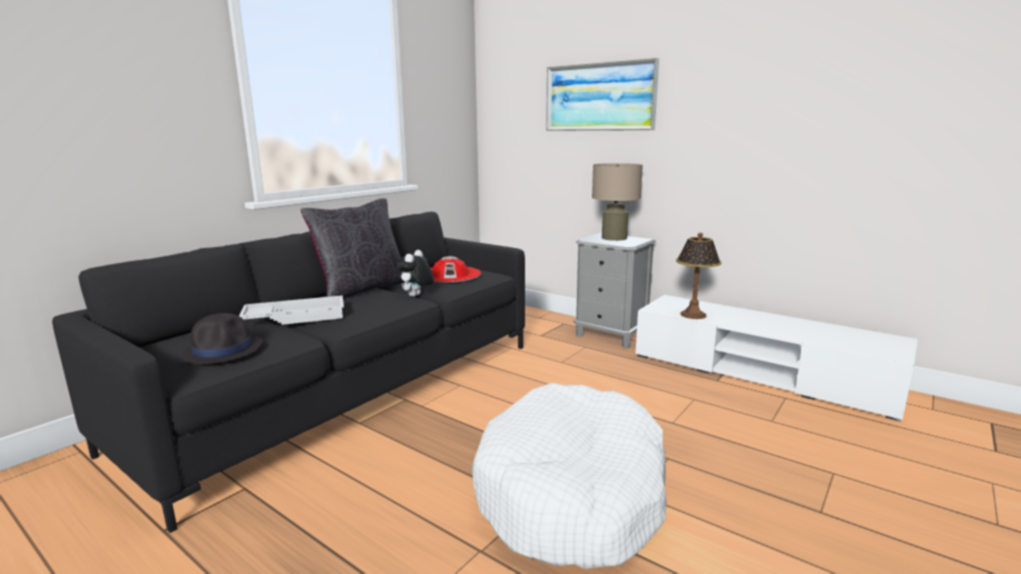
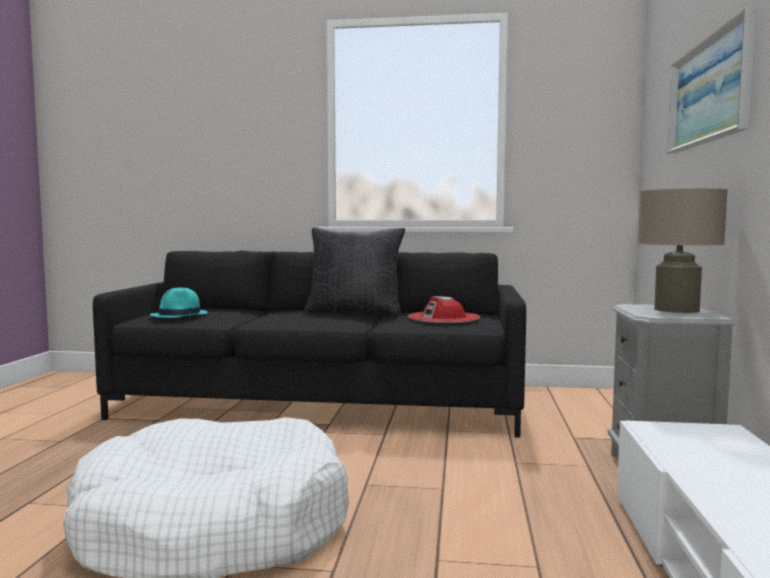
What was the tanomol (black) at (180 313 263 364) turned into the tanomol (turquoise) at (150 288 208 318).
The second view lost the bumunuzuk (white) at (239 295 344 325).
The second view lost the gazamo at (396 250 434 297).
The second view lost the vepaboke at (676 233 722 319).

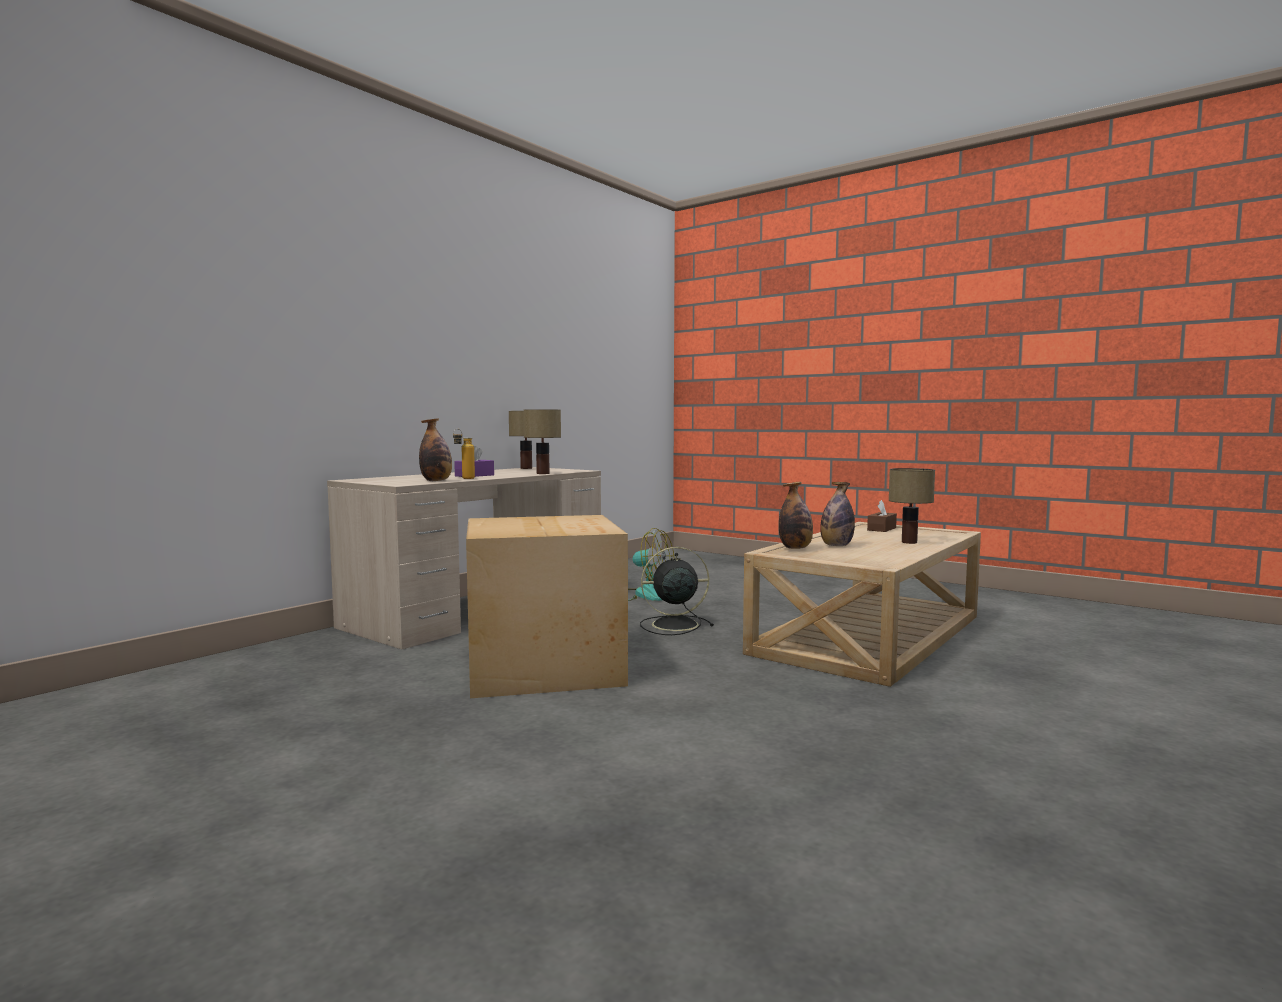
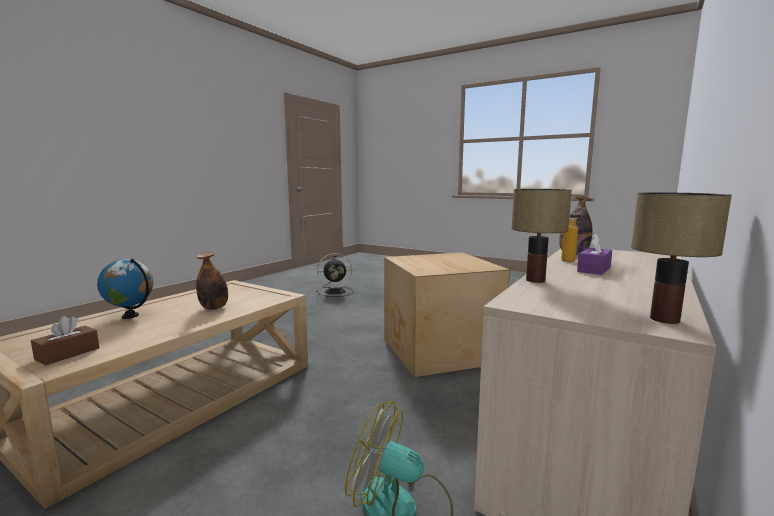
Where the vepaboke stood at (889 468 935 544), the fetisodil came to stand at (97 258 153 319).
The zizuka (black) ended up elsewhere, having gone from (640 547 714 635) to (316 253 353 297).
The second view lost the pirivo at (779 482 813 549).

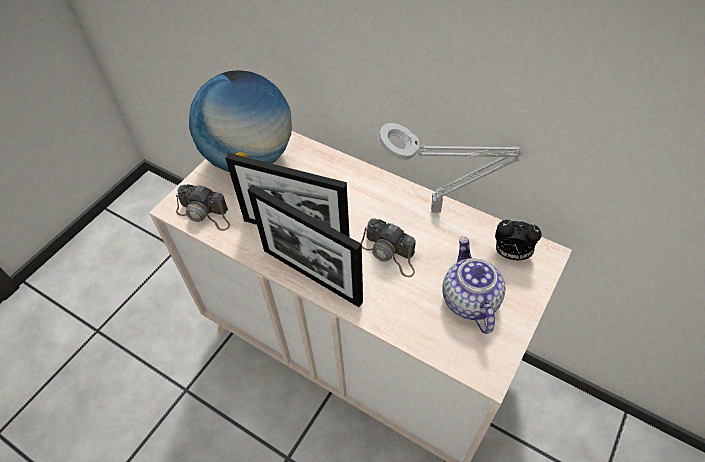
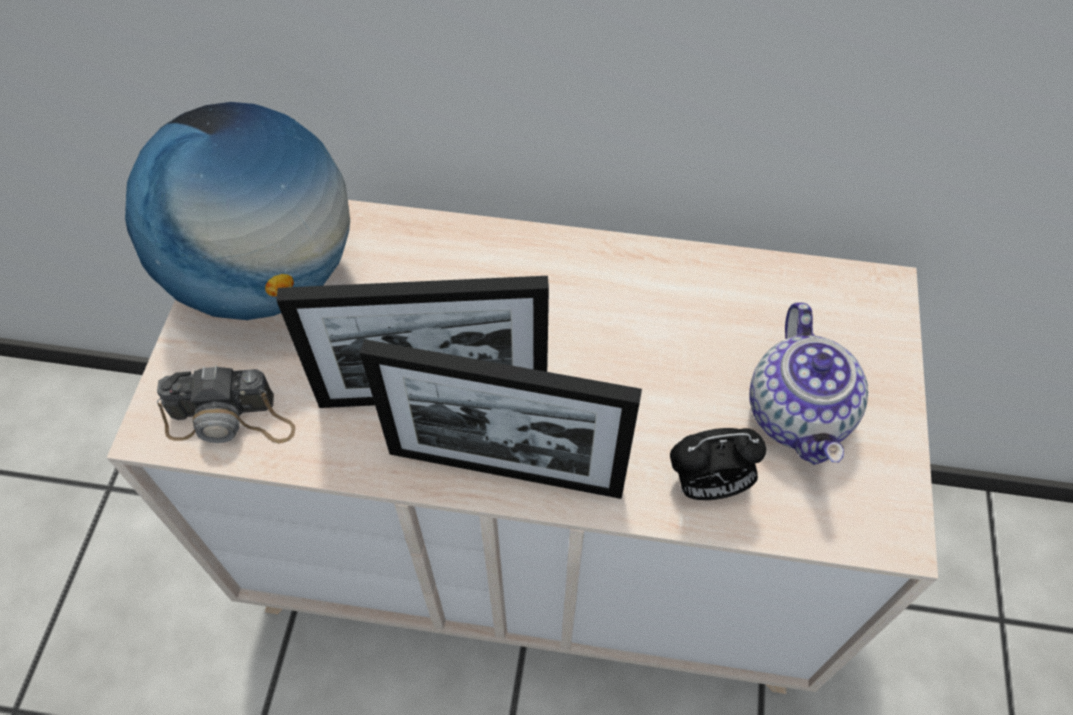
The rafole ended up elsewhere, having gone from (495 220 542 260) to (670 428 766 500).
The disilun at (442 236 505 334) ended up facing another way, 150 degrees counterclockwise from before.
The second view lost the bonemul at (360 218 416 277).
The second view lost the vepaboke (grey) at (378 123 523 213).

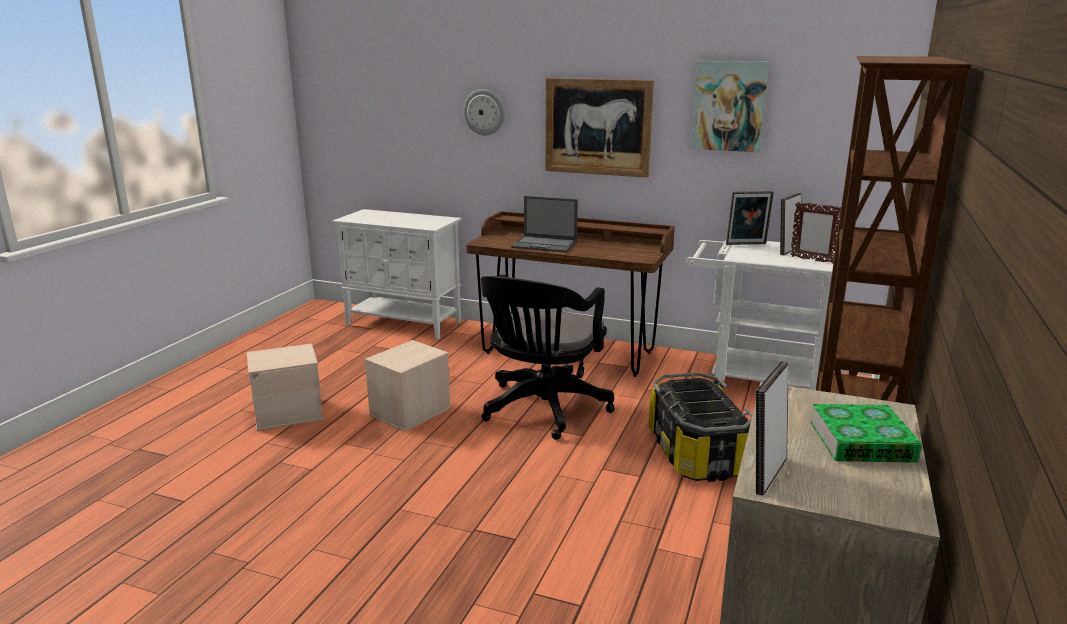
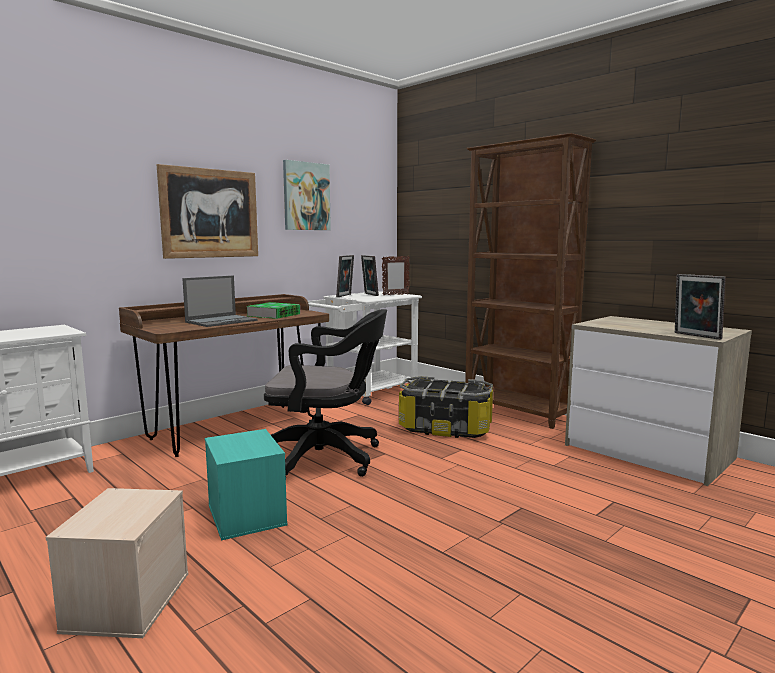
What was the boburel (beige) at (365 340 451 432) turned into the boburel (turquoise) at (205 429 288 541).
The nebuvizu ended up elsewhere, having gone from (810 404 922 463) to (246 302 300 319).
The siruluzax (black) at (481 274 615 440) ended up facing another way, 45 degrees counterclockwise from before.
The second view lost the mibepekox at (463 89 505 135).

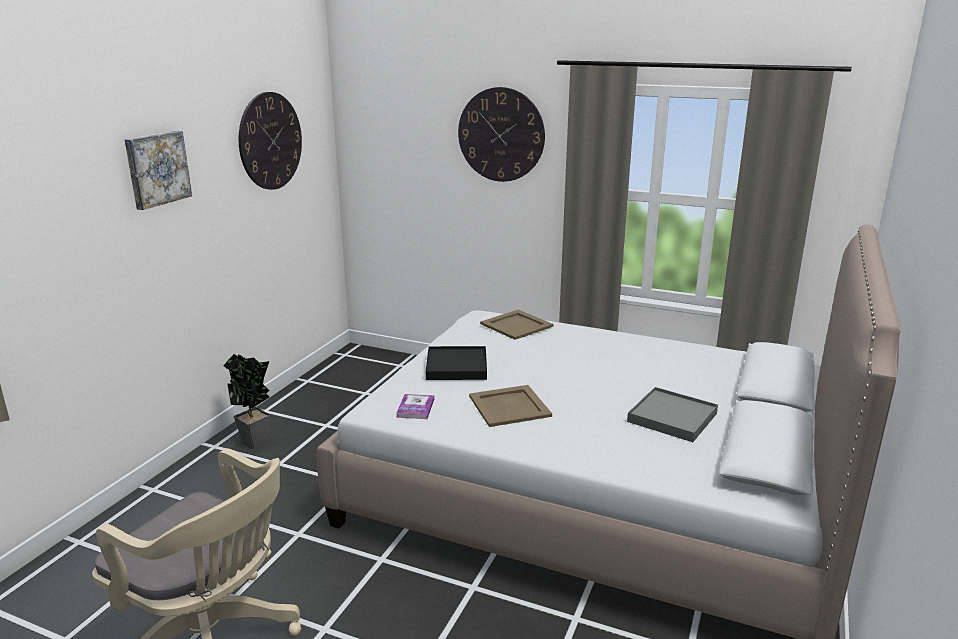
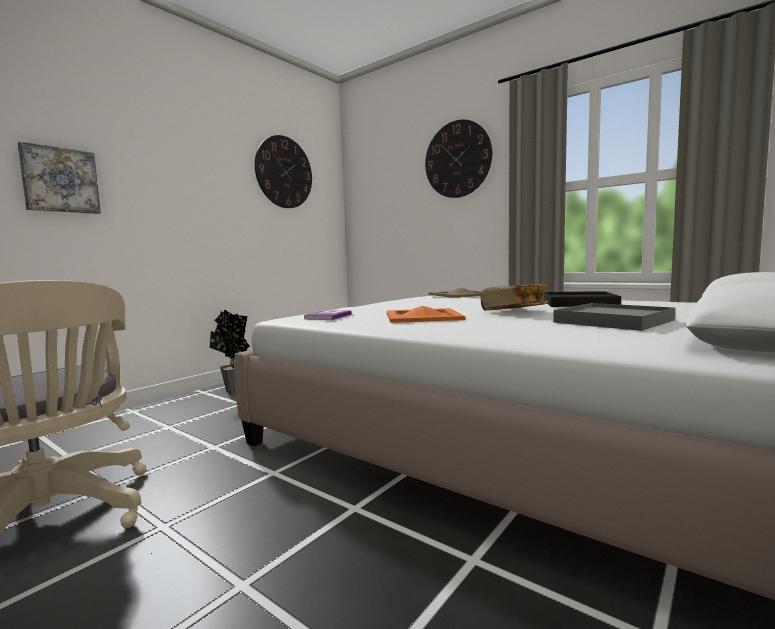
The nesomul ended up elsewhere, having gone from (125 131 192 210) to (18 142 101 214).
What was the bumunuzuk (beige) at (469 385 552 427) turned into the bumunuzuk (orange) at (386 306 465 323).
The second view gained the nebuvizu at (480 283 549 311).
The bumunuzuk (black) ended up elsewhere, having gone from (426 346 487 380) to (544 291 621 307).

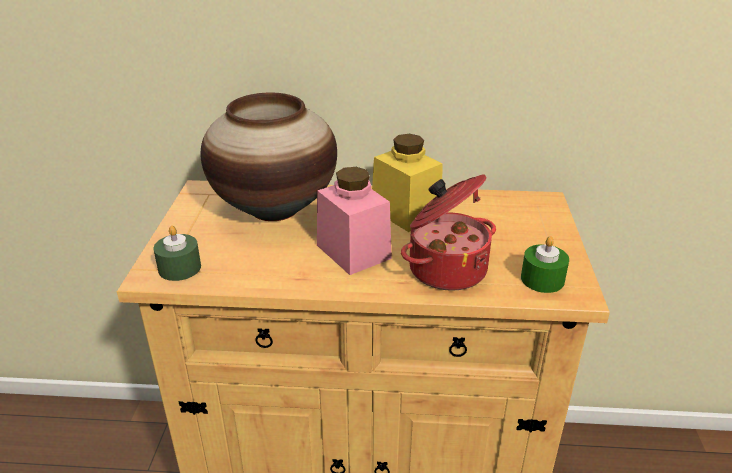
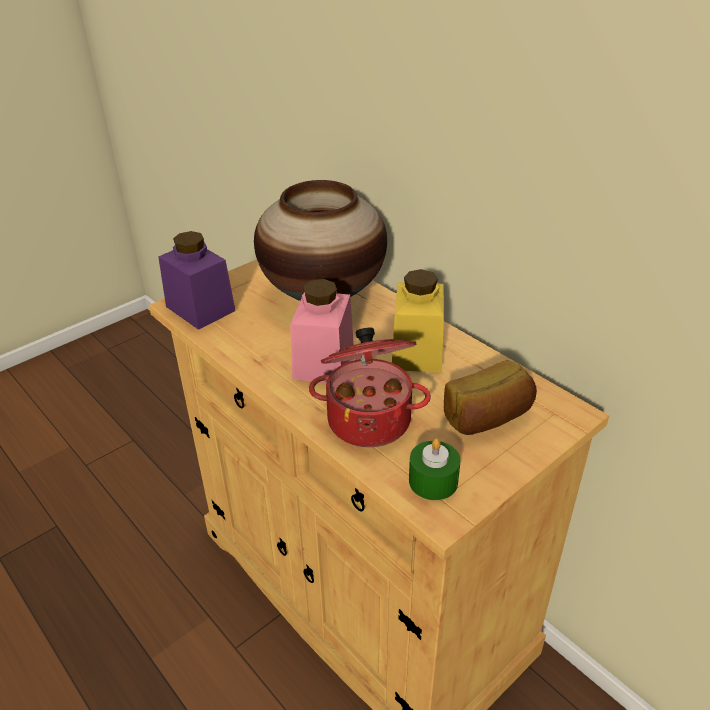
Where the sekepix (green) stood at (153 225 201 281), the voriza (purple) came to stand at (158 231 236 330).
The second view gained the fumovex at (444 360 537 435).

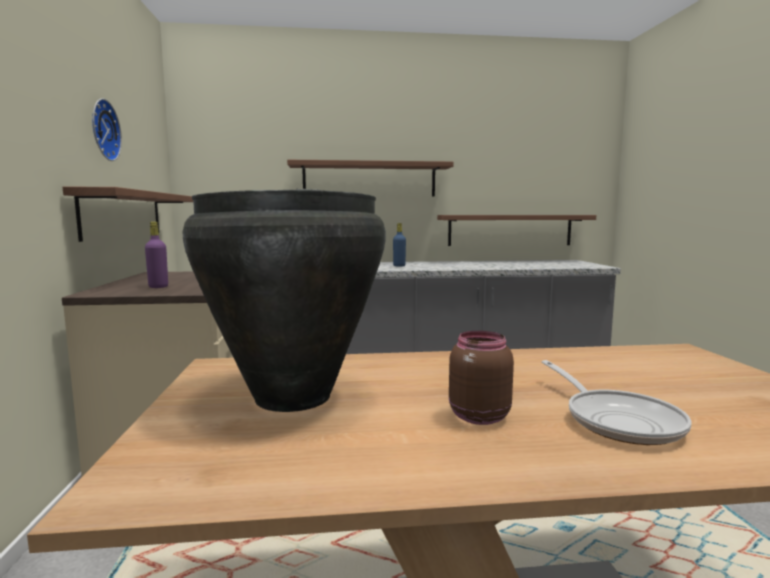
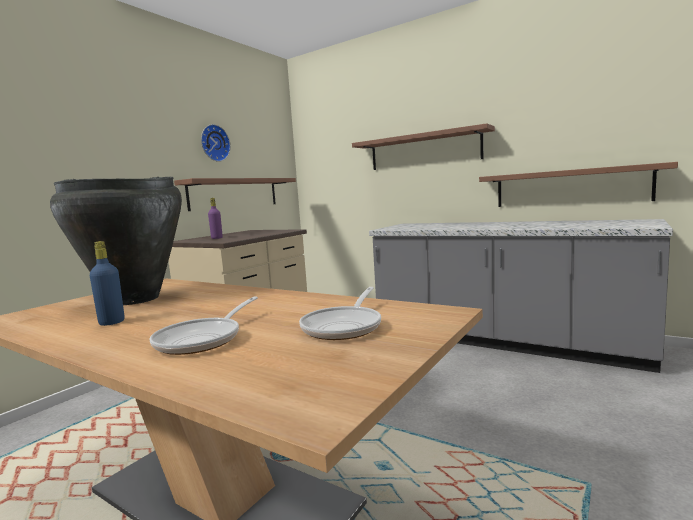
The pirivo (blue) ended up elsewhere, having gone from (393 223 406 267) to (90 241 124 326).
The second view gained the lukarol at (299 287 381 340).
The second view lost the voriza (brown) at (449 331 514 425).

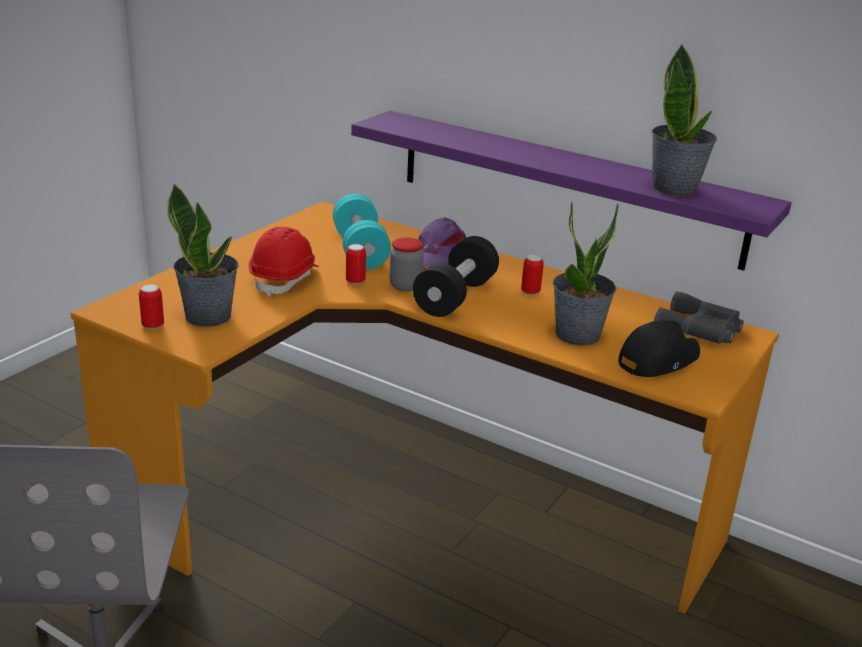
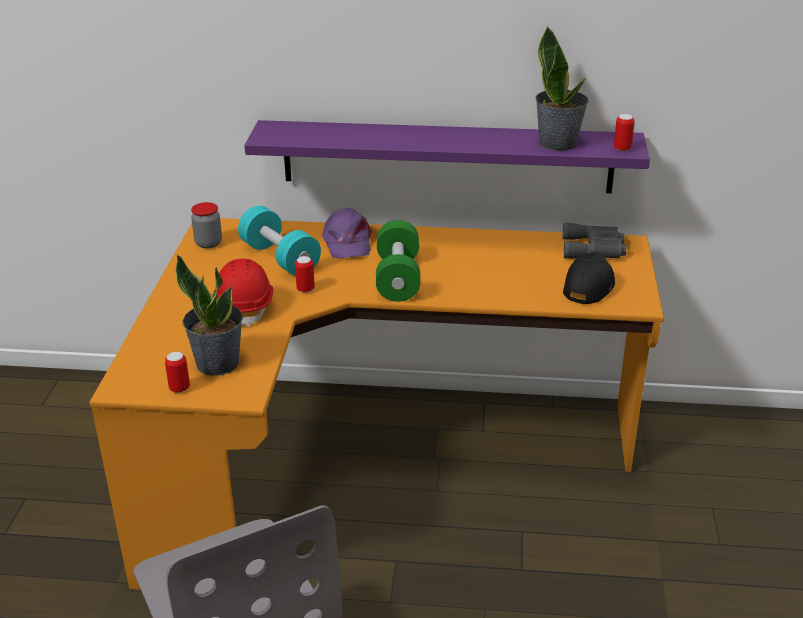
The voriza ended up elsewhere, having gone from (390 238 424 292) to (191 202 222 248).
What was the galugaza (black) at (413 236 499 317) turned into the galugaza (green) at (376 220 420 302).
The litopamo ended up elsewhere, having gone from (521 255 544 295) to (614 114 635 151).
The second view lost the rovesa at (553 202 619 346).

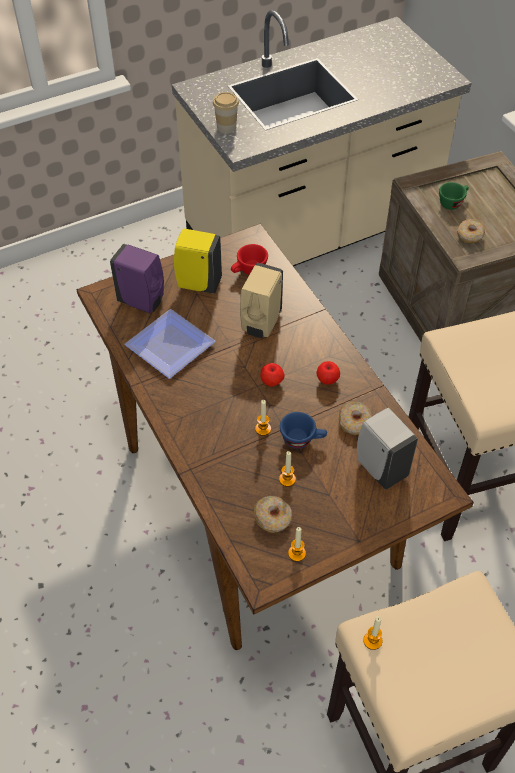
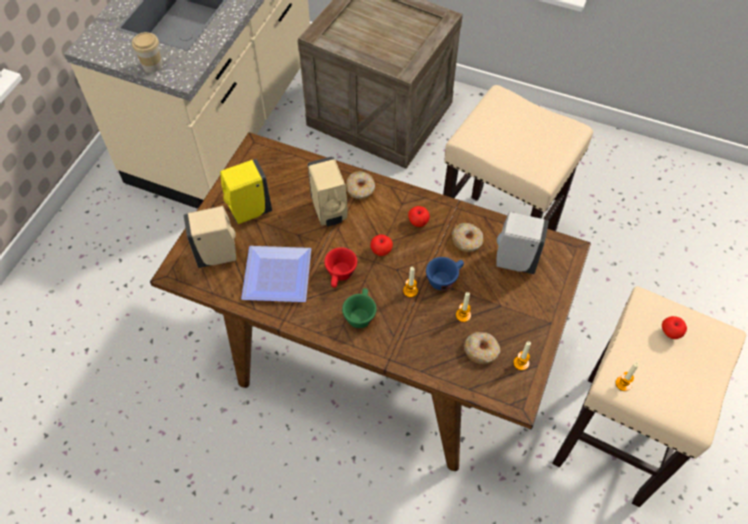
What was the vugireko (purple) at (110 244 164 313) turned into the vugireko (beige) at (183 206 236 268).
The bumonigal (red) ended up elsewhere, having gone from (231 244 268 275) to (324 247 357 288).
The bumonigal (green) ended up elsewhere, having gone from (439 182 469 210) to (342 288 376 328).
The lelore ended up elsewhere, having gone from (457 219 485 243) to (346 171 375 200).
The second view gained the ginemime at (662 316 687 339).

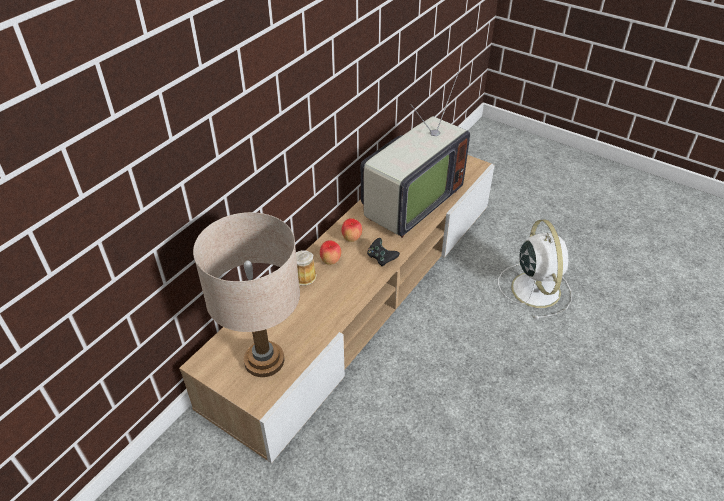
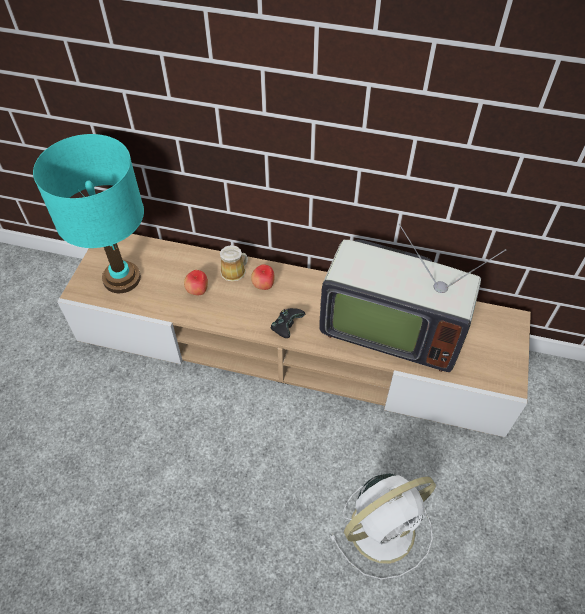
What was the vepaboke (beige) at (193 212 300 377) turned into the vepaboke (turquoise) at (33 134 144 293).
The ginemime ended up elsewhere, having gone from (341 218 362 242) to (184 270 208 295).

